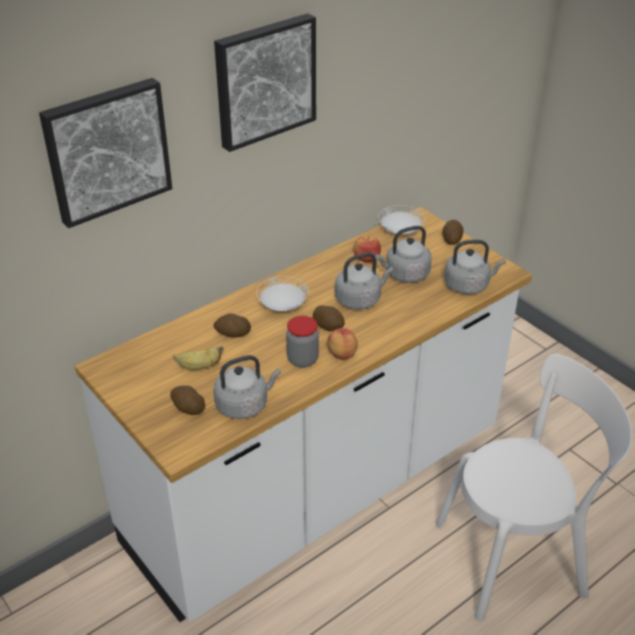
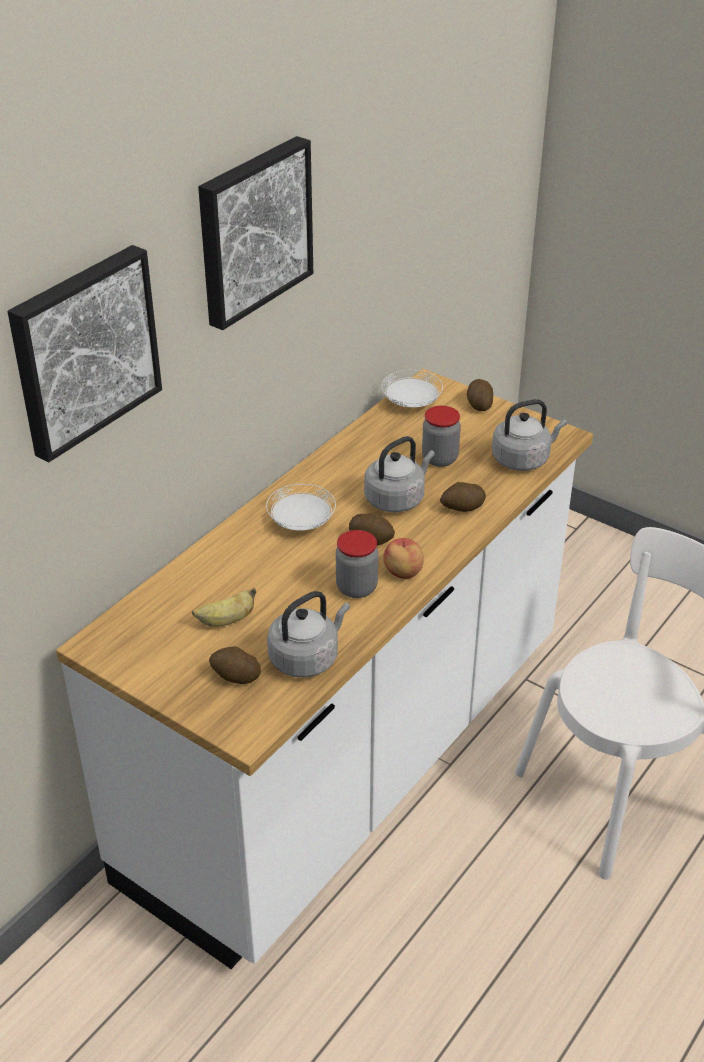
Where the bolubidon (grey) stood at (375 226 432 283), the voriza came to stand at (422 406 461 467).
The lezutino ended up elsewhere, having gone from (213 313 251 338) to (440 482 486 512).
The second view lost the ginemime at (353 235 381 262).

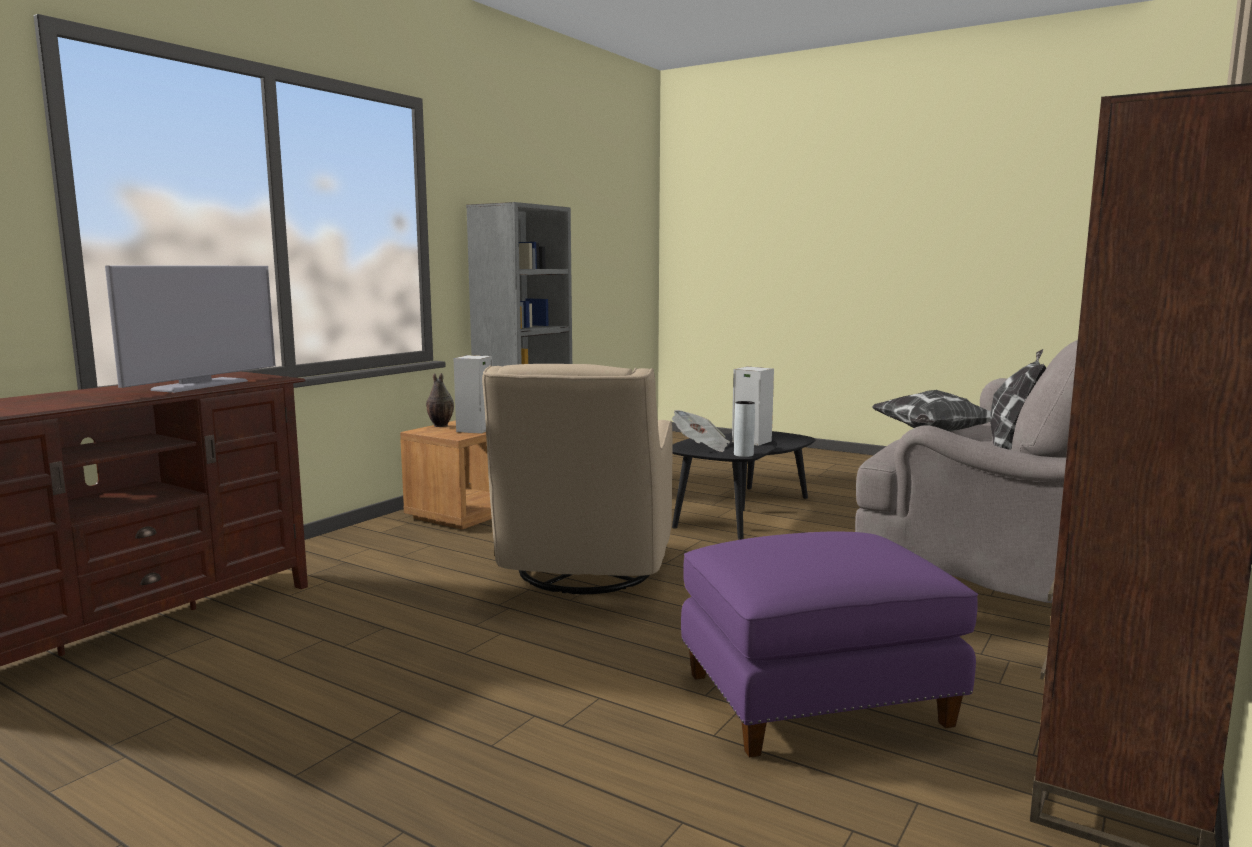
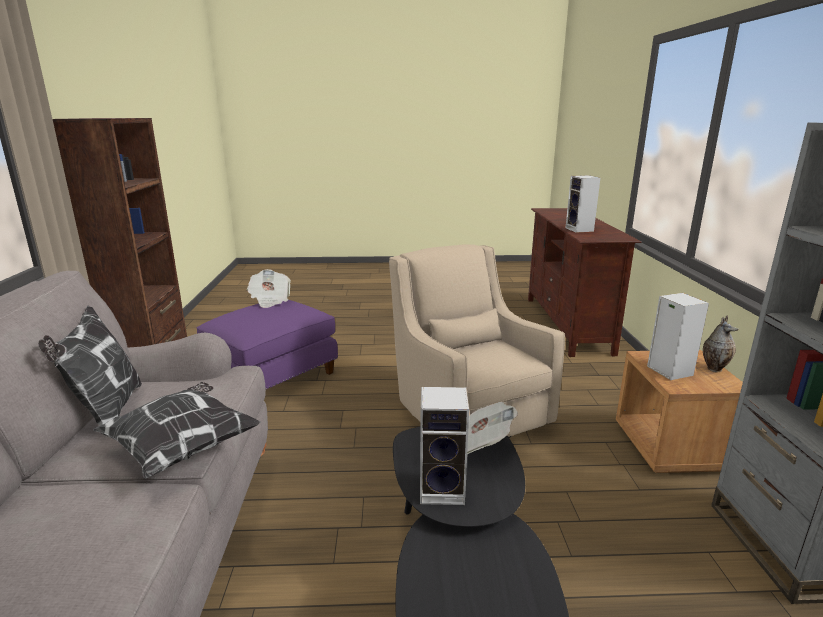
The second view gained the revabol at (247 269 291 308).
Where the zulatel stood at (105 266 276 393), the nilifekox came to stand at (565 175 600 233).
The second view lost the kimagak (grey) at (734 401 755 457).

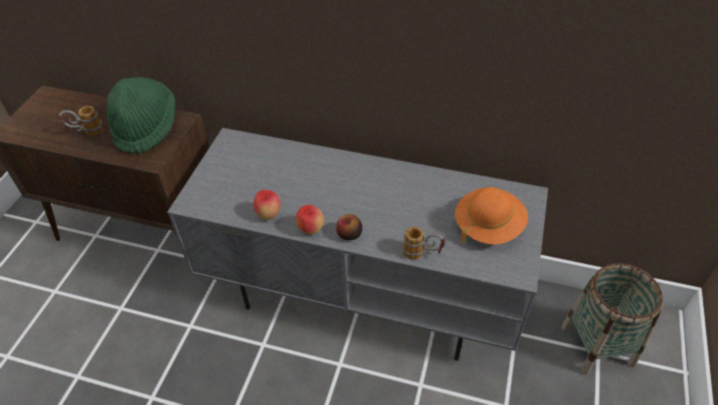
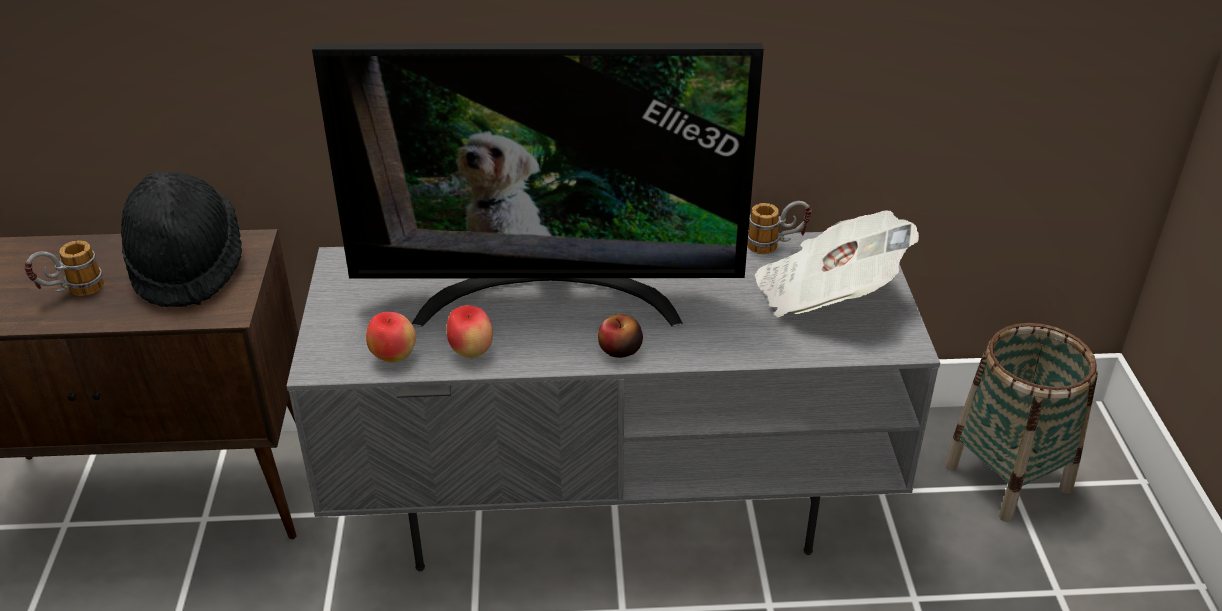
What was the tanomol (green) at (106 77 176 154) turned into the tanomol (black) at (121 172 242 307).
The second view gained the zulatel at (312 43 764 327).
The ginemime ended up elsewhere, having gone from (295 205 325 234) to (366 312 416 363).
The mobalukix ended up elsewhere, having gone from (402 227 446 260) to (747 201 812 254).
Where the tanomol (orange) stood at (455 187 528 244), the revabol came to stand at (754 211 919 317).

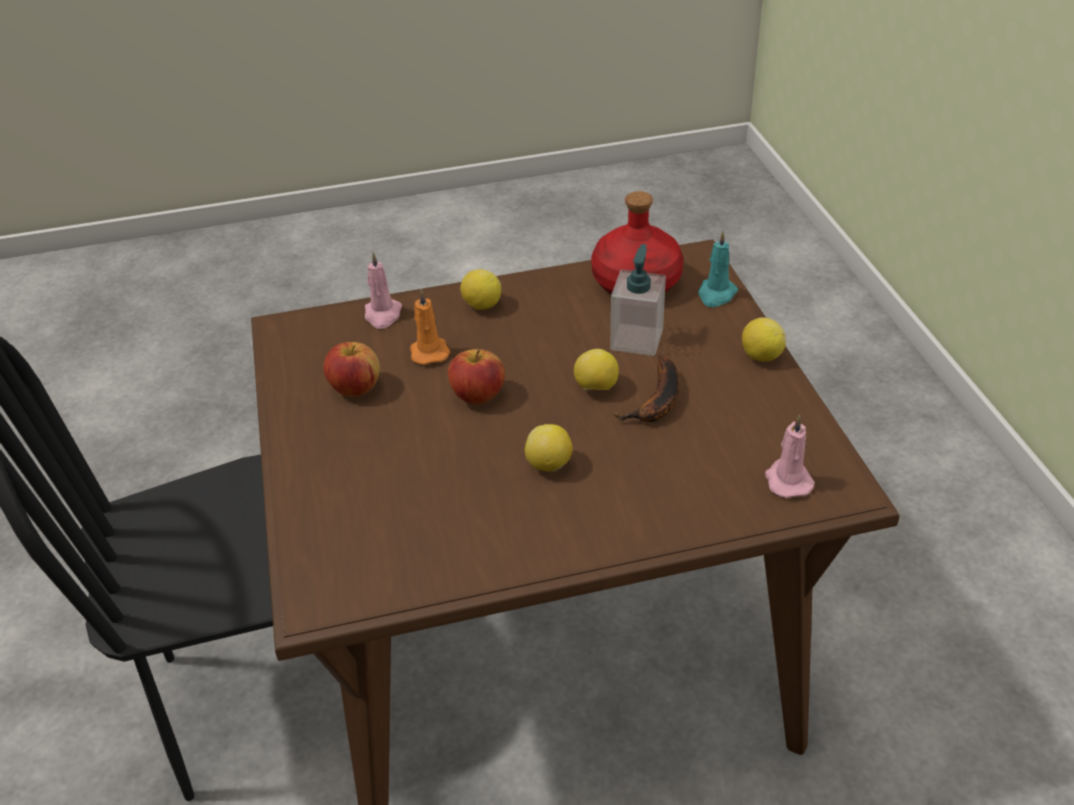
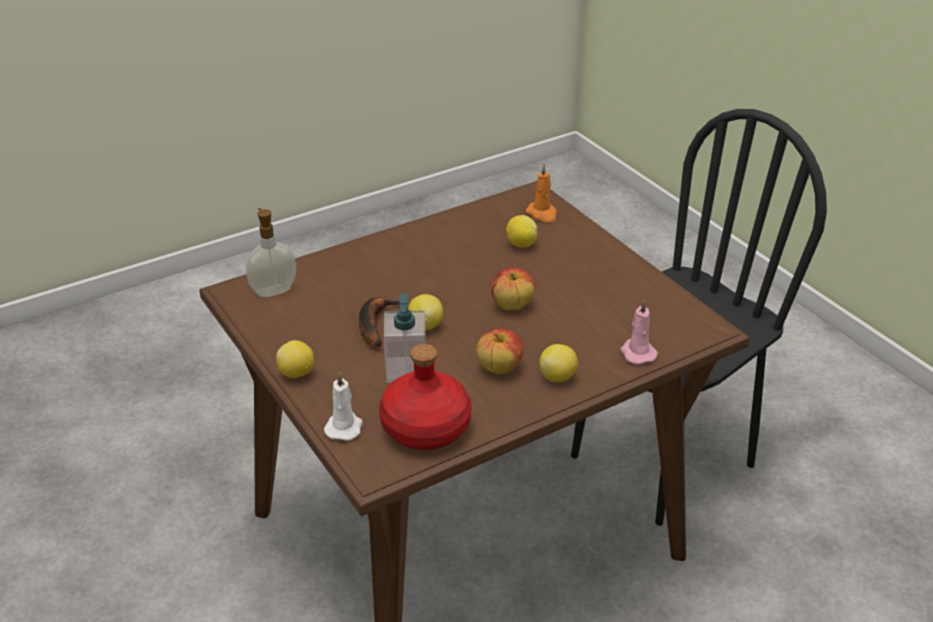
Where the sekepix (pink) stood at (765 414 815 498), the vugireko came to stand at (246 208 296 297).
What was the sekepix (turquoise) at (698 231 738 307) turned into the sekepix (white) at (324 372 363 441).
The ginemime ended up elsewhere, having gone from (324 342 380 396) to (476 328 523 374).
The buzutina ended up elsewhere, having gone from (525 424 573 472) to (506 215 537 248).
The sekepix (orange) ended up elsewhere, having gone from (410 289 450 365) to (526 164 557 222).

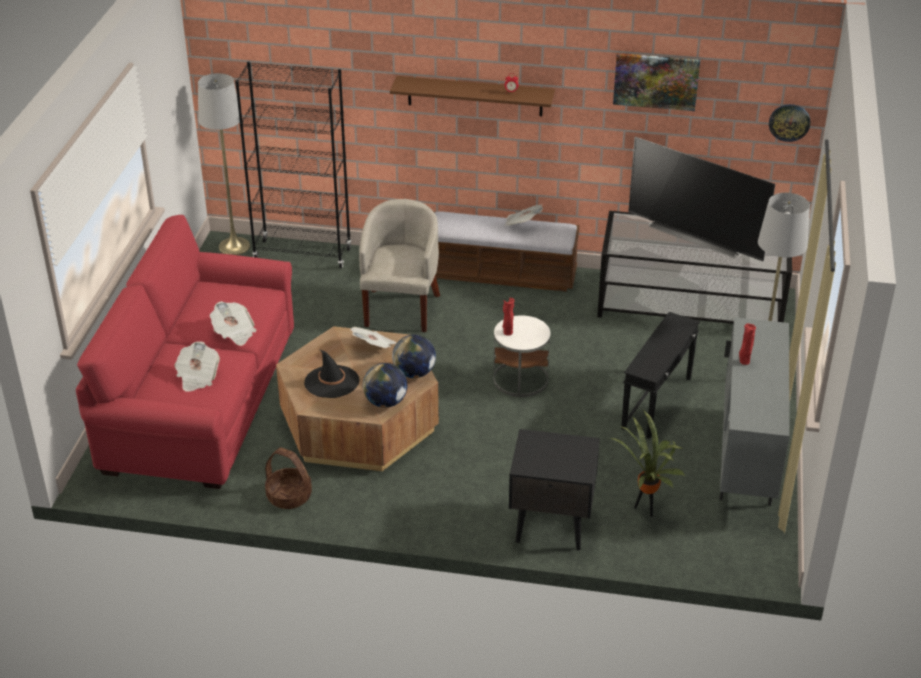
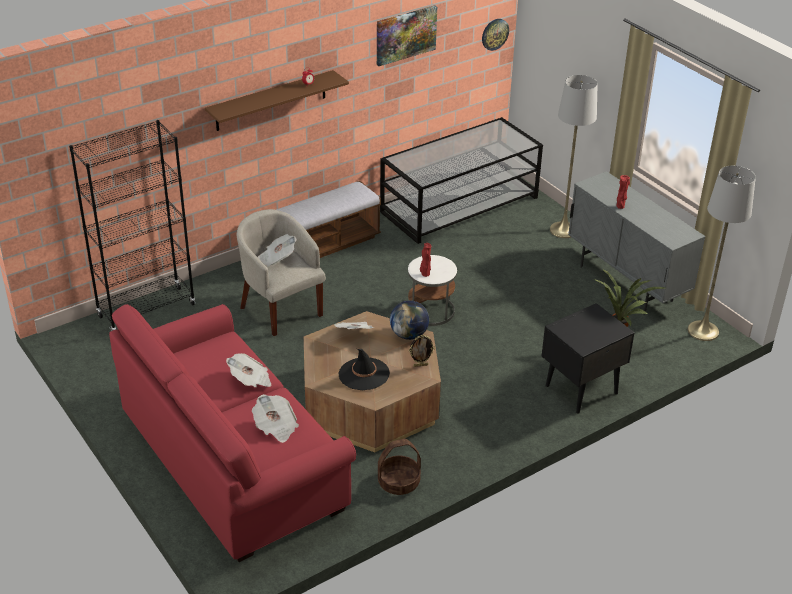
The revabol ended up elsewhere, having gone from (504 204 543 226) to (258 234 297 267).
Where the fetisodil stood at (363 363 407 408), the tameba came to stand at (409 335 435 367).
The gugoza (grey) ended up elsewhere, having gone from (198 73 250 255) to (687 166 756 341).
The second view lost the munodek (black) at (621 312 700 439).
The second view lost the zulatel at (628 137 775 261).

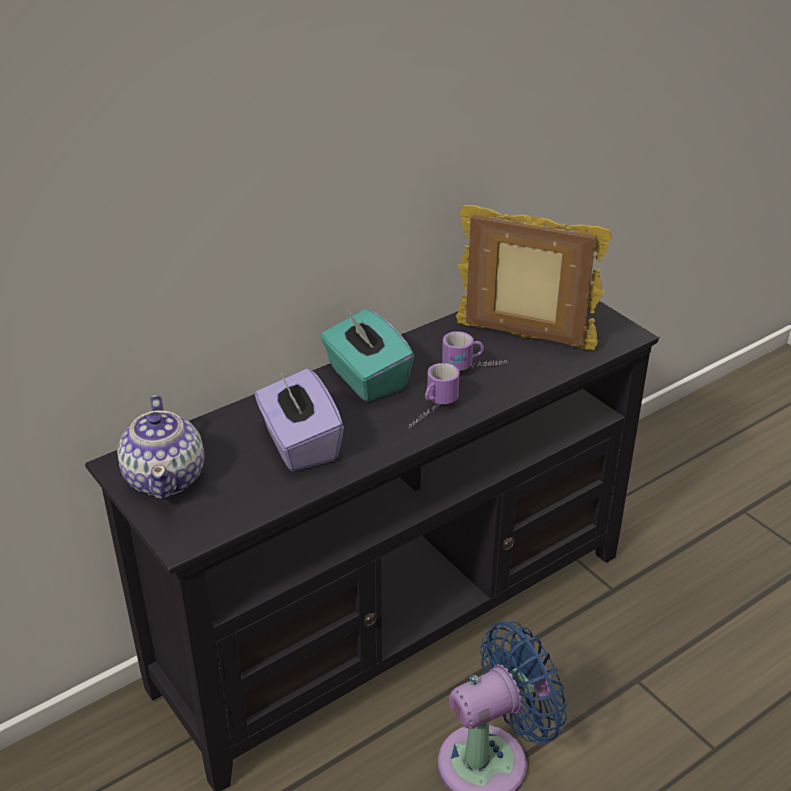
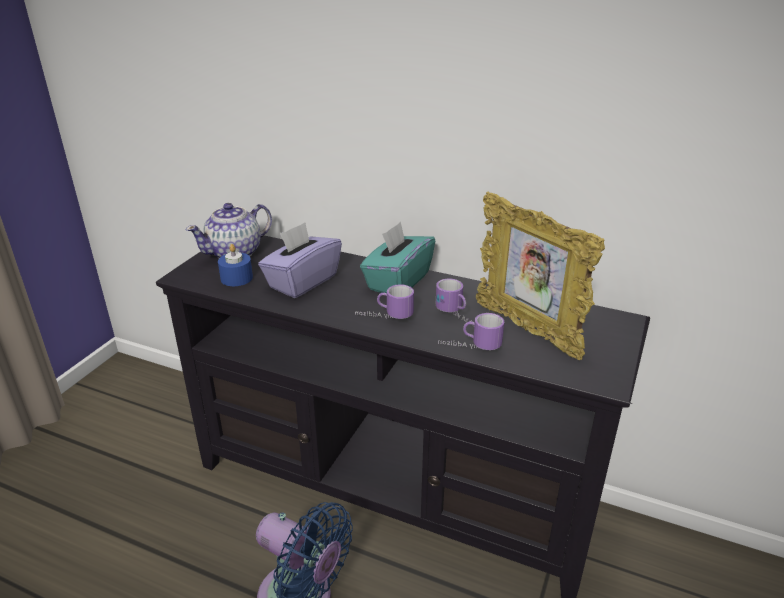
The second view gained the sekepix (blue) at (218 244 253 286).
The second view gained the mobalukix at (438 313 504 350).
The tameba at (456 205 612 350) ended up facing another way, 150 degrees clockwise from before.

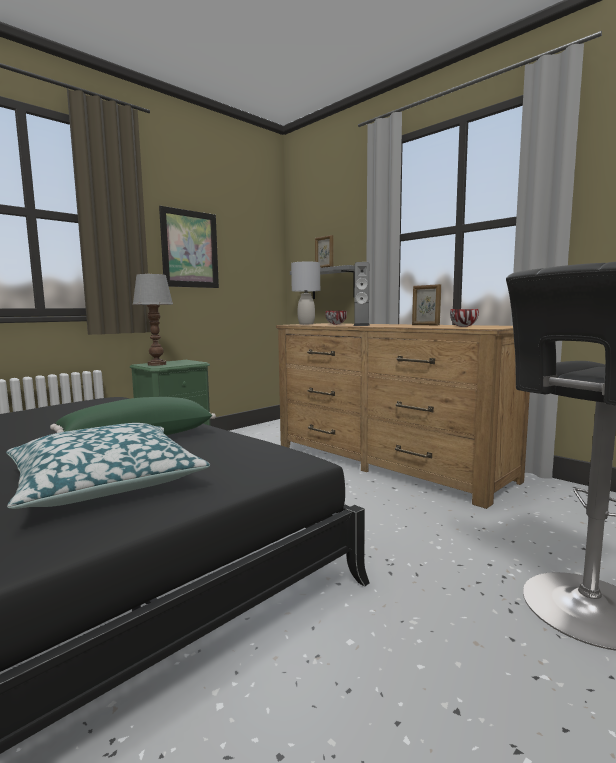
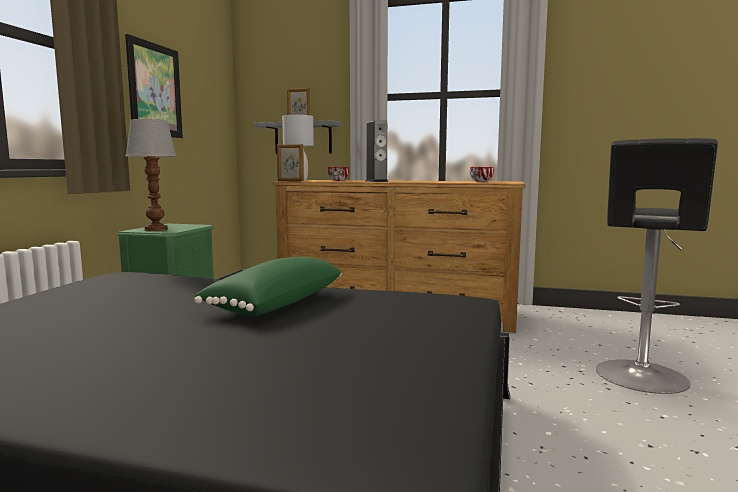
The tameba ended up elsewhere, having gone from (412 284 441 325) to (277 144 304 181).
The second view lost the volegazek at (6 423 210 509).

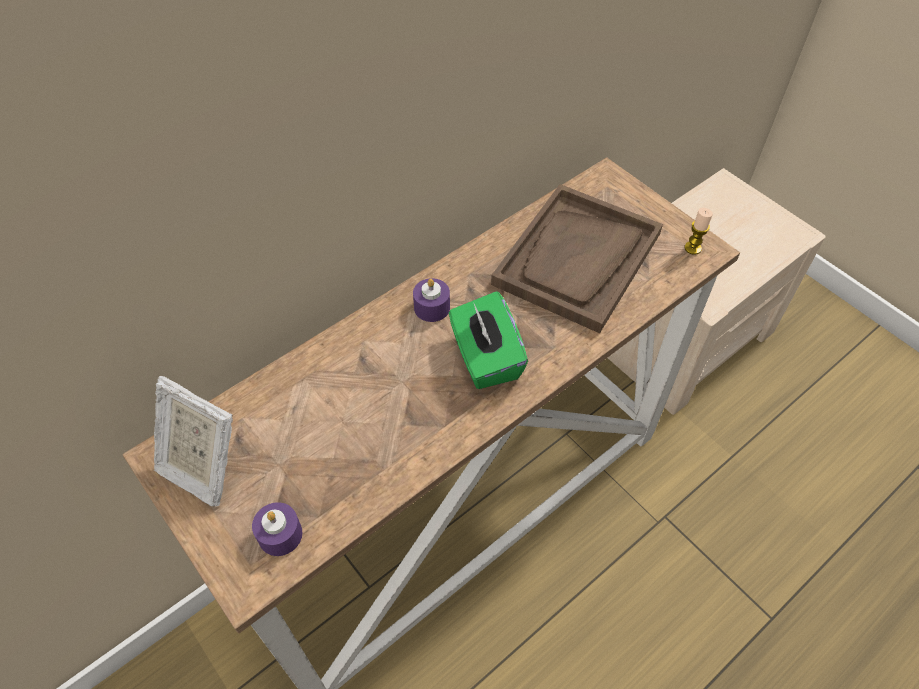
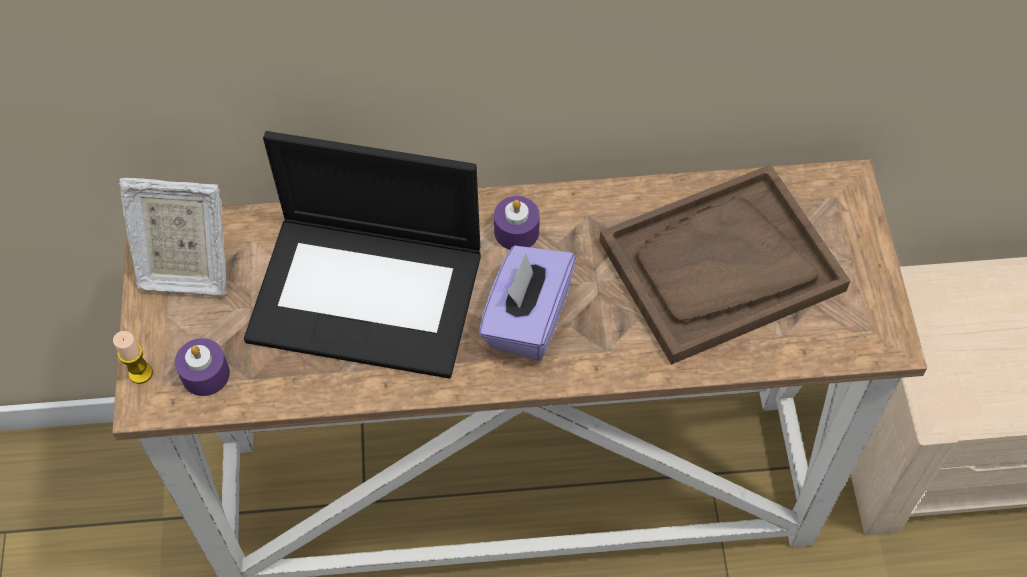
The sekepix ended up elsewhere, having gone from (685 208 713 255) to (113 331 153 384).
The tameba at (154 376 233 506) ended up facing another way, 60 degrees counterclockwise from before.
The second view gained the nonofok at (244 131 481 378).
What was the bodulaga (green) at (449 291 528 389) turned into the bodulaga (purple) at (479 246 576 361).

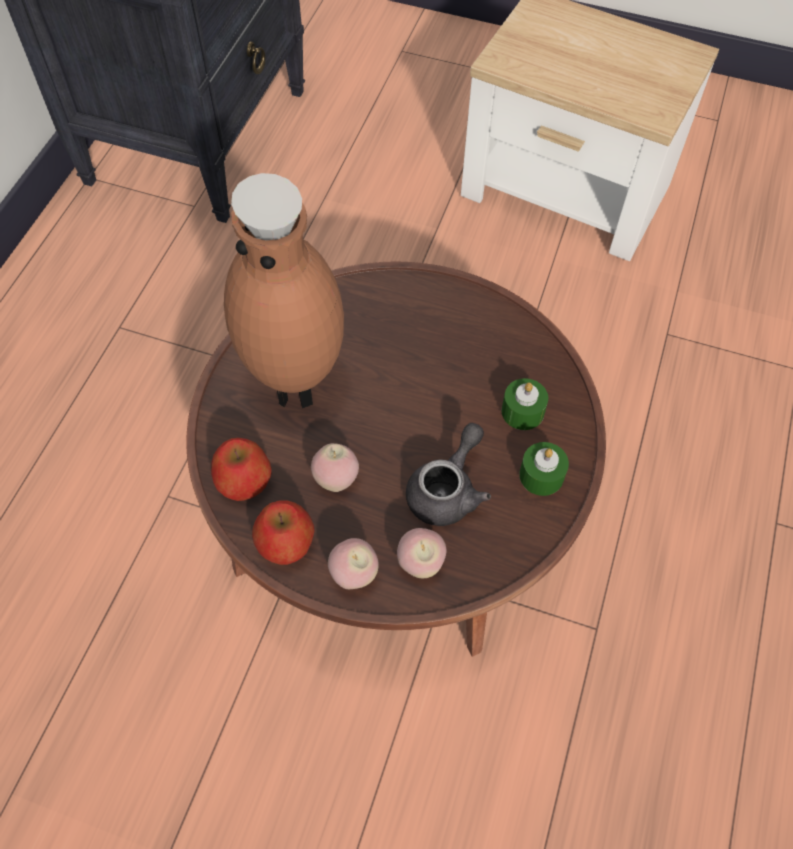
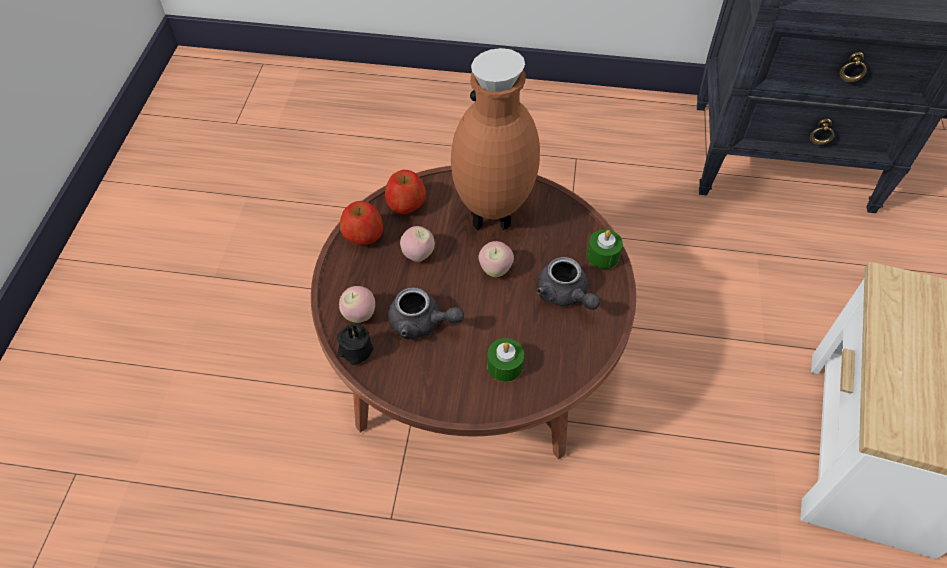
The second view gained the sekepix (black) at (337 324 373 365).
The ginemime ended up elsewhere, having gone from (328 538 379 589) to (479 241 514 277).
The second view gained the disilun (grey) at (537 257 600 310).
The sekepix (green) ended up elsewhere, having gone from (519 442 569 496) to (587 229 623 269).

